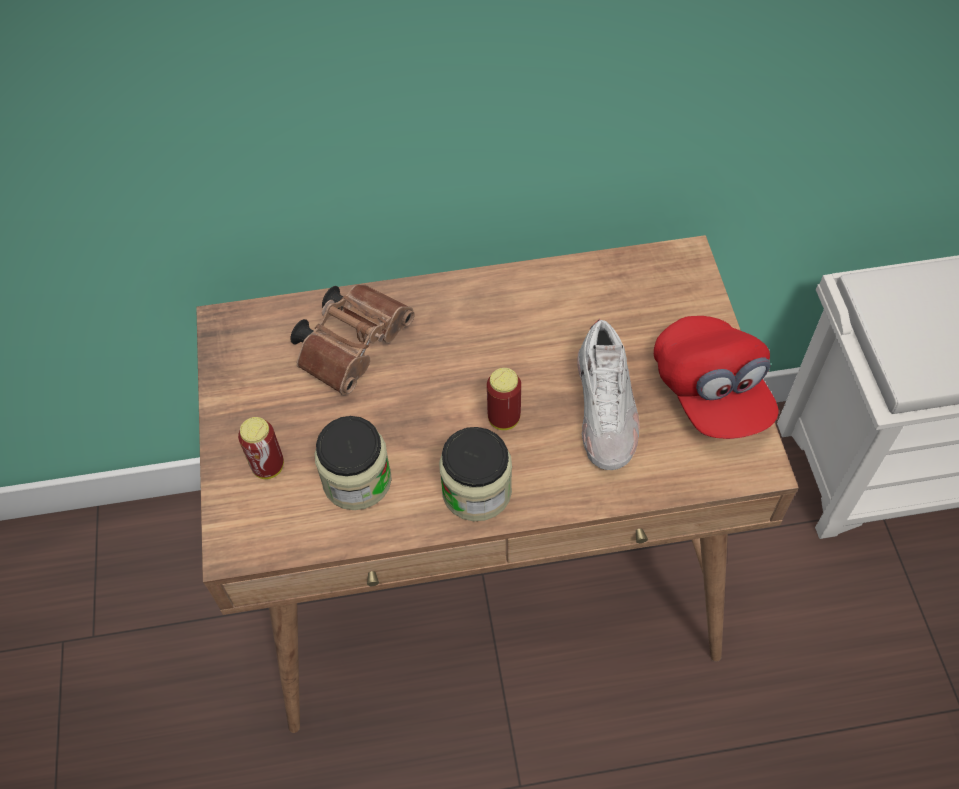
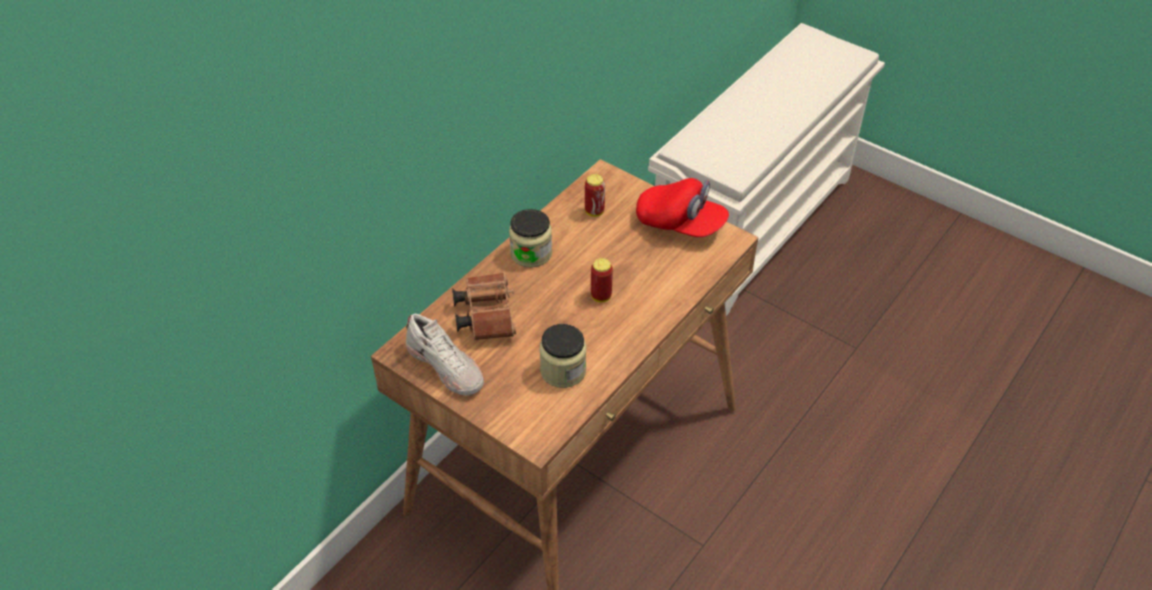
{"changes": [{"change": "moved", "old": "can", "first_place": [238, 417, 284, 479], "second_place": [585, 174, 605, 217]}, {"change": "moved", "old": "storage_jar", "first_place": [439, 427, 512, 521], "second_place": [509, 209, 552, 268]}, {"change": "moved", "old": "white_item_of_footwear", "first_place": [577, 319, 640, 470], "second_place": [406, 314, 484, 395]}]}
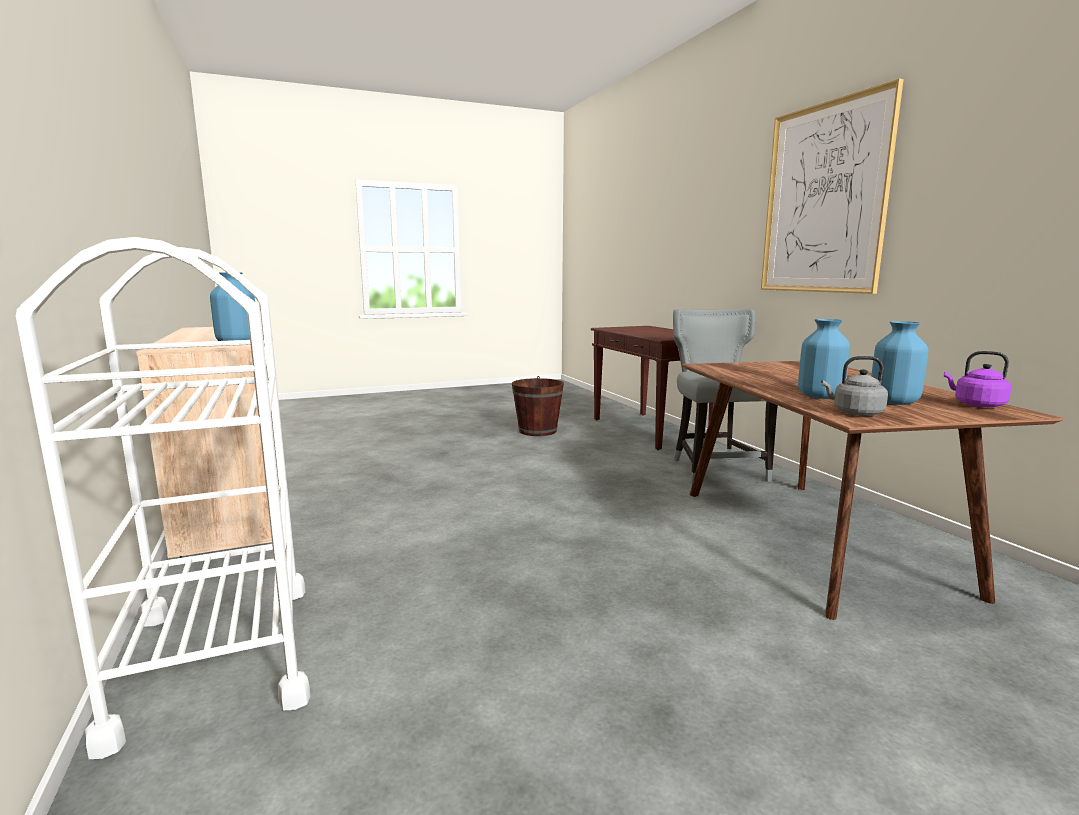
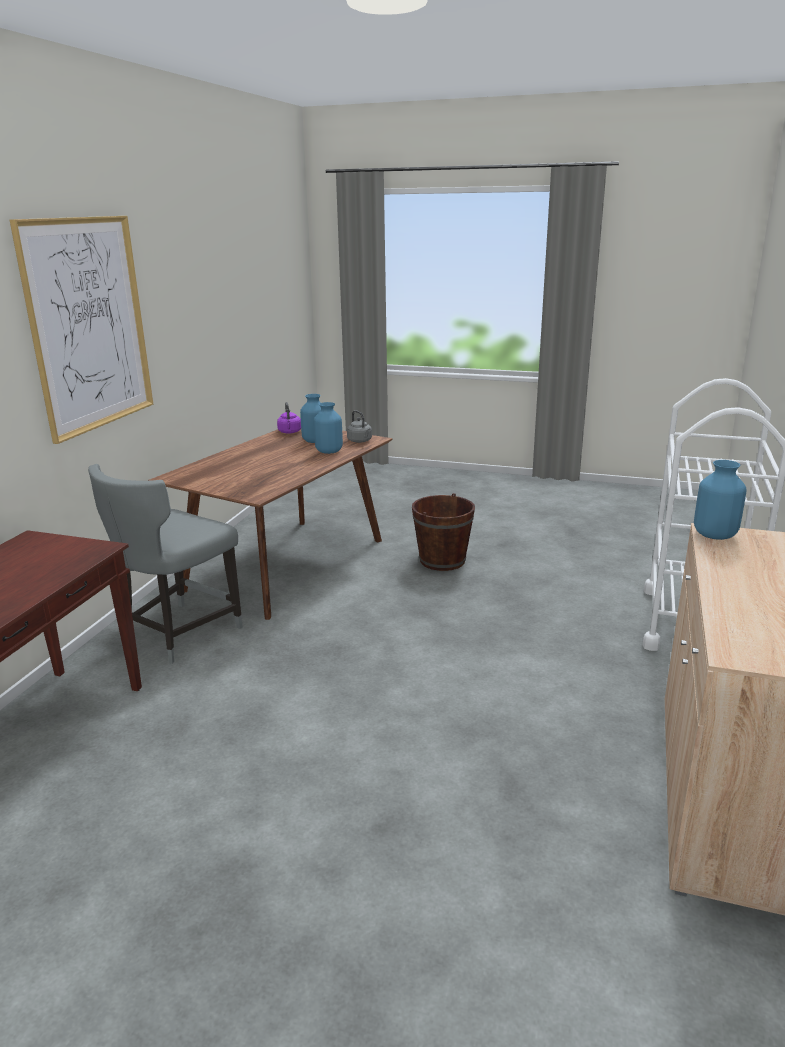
{"changes": [{"change": "moved", "old": "brown_bucket", "first_place": [512, 376, 564, 436], "second_place": [412, 493, 475, 571]}]}
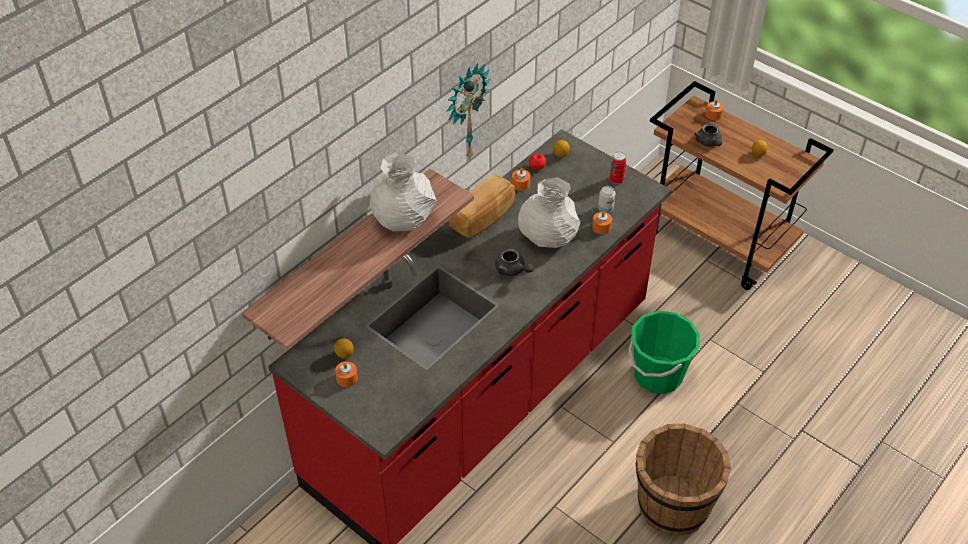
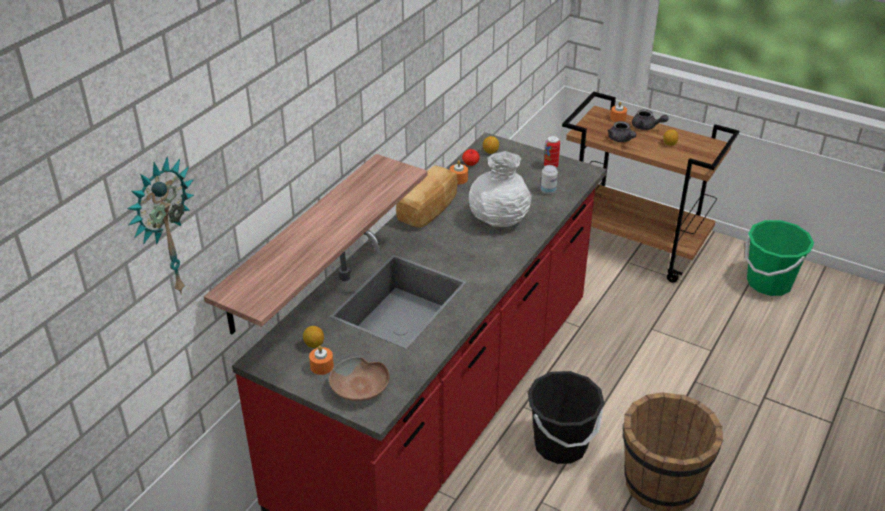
{"changes": [{"change": "removed", "old": "white_flower_vase", "first_place": [370, 152, 437, 231]}, {"change": "removed", "old": "orange_wax_candle", "first_place": [592, 211, 612, 234]}, {"change": "added", "new": "brown_serving_bowl", "second_place": [329, 357, 389, 401]}, {"change": "added", "new": "black-coloured_bucket", "second_place": [528, 371, 605, 464]}, {"change": "moved", "old": "wall_clock", "first_place": [447, 63, 491, 159], "second_place": [127, 156, 194, 295]}, {"change": "moved", "old": "grey_pot_for_tea", "first_place": [495, 248, 534, 276], "second_place": [632, 109, 668, 130]}, {"change": "moved", "old": "green-coloured_bucket", "first_place": [629, 311, 700, 394], "second_place": [745, 220, 814, 296]}]}
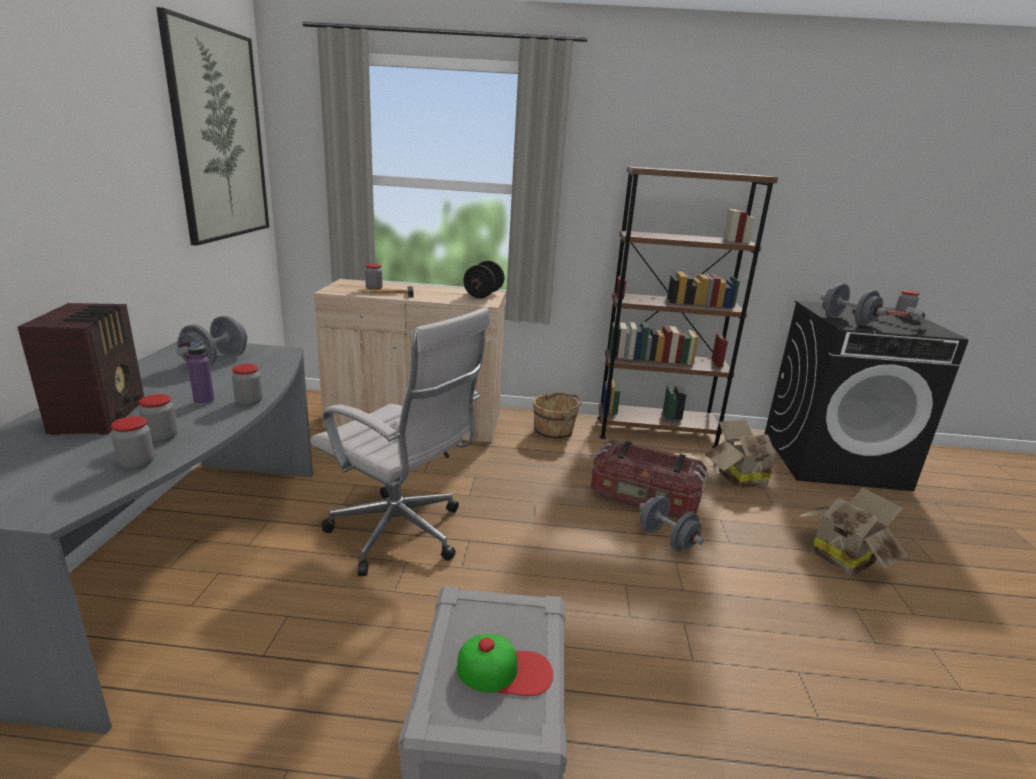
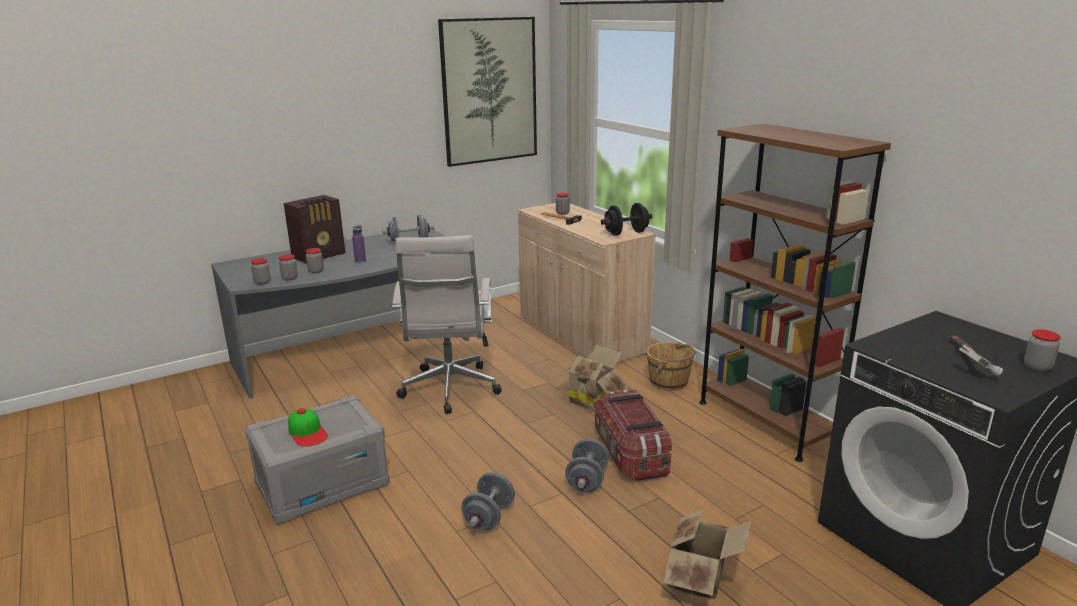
{"changes": [{"change": "moved", "old": "storage_jar", "first_place": [232, 364, 263, 406], "second_place": [251, 258, 271, 285]}, {"change": "moved", "old": "cardboard_box", "first_place": [705, 420, 788, 488], "second_place": [553, 345, 629, 411]}, {"change": "moved", "old": "grey_dumbbell", "first_place": [820, 283, 887, 326], "second_place": [461, 472, 515, 530]}]}
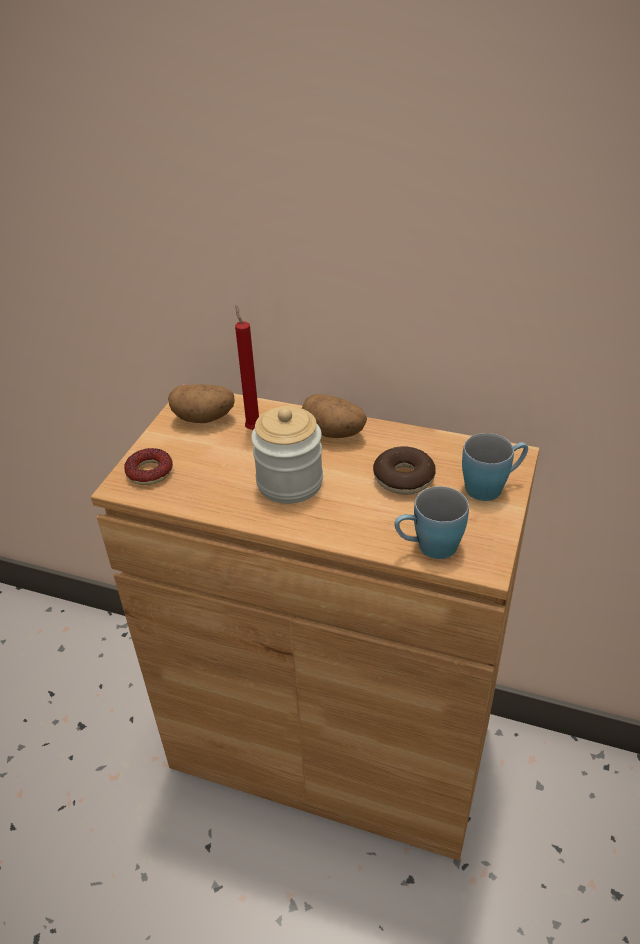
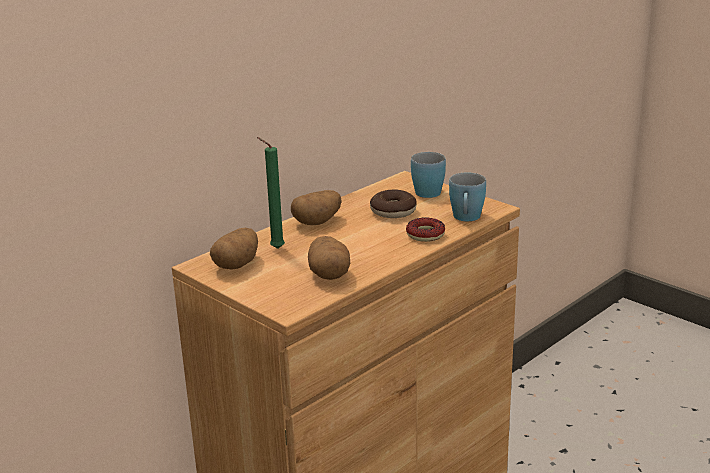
{"changes": [{"change": "removed", "old": "storage_jar", "first_place": [251, 406, 323, 504]}, {"change": "added", "new": "spud", "second_place": [308, 236, 350, 280]}, {"change": "moved", "old": "donut", "first_place": [124, 448, 173, 485], "second_place": [406, 217, 445, 242]}, {"change": "recoloured", "old": "red_wax_candle", "new": "green-coloured_wax_candle", "first_place": [235, 305, 259, 430], "second_place": [257, 137, 285, 249]}]}
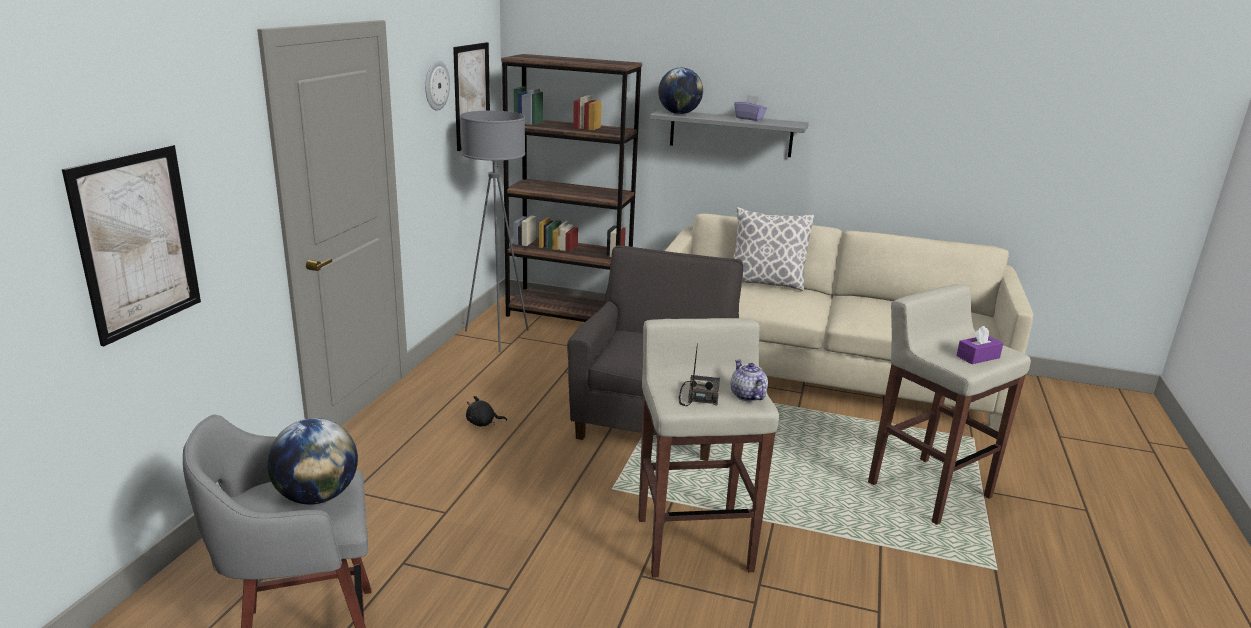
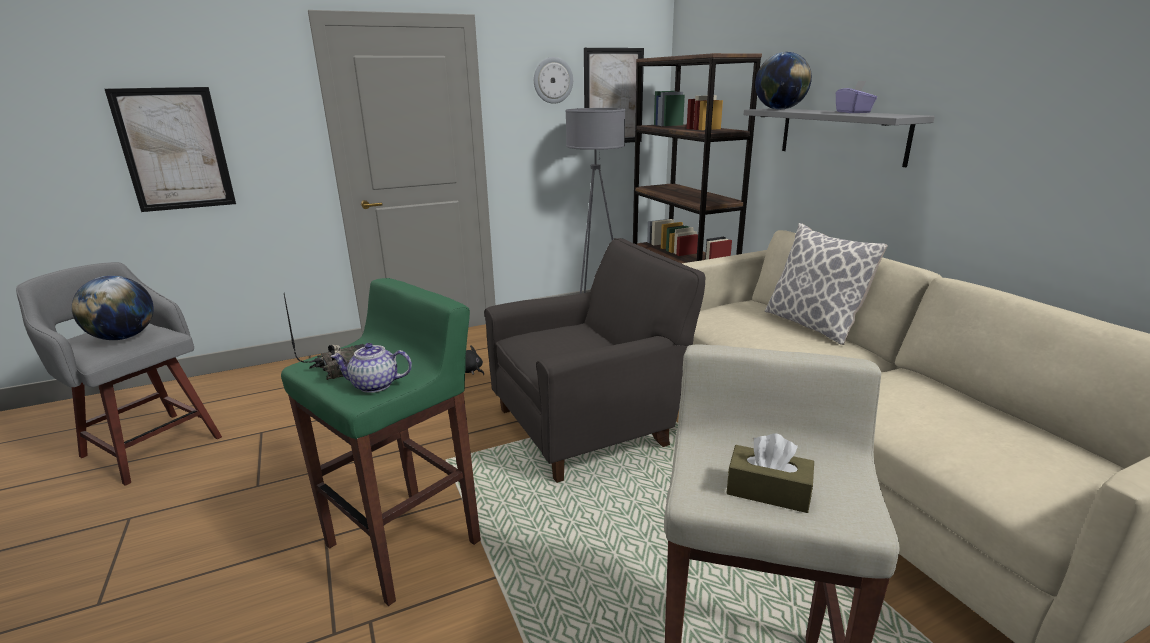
{"changes": [{"change": "recoloured", "old": "beige-coloured_stool_seat", "new": "green-coloured_stool_seat", "first_place": [638, 318, 779, 578], "second_place": [281, 278, 481, 606]}, {"change": "recoloured", "old": "purple-coloured_tissue_holder", "new": "brown_tissue_holder", "first_place": [956, 326, 1003, 364], "second_place": [726, 433, 814, 513]}, {"change": "turned", "old": "pot_for_tea", "first_place": [731, 359, 768, 401], "second_place": [330, 343, 412, 393], "degrees": -120}]}
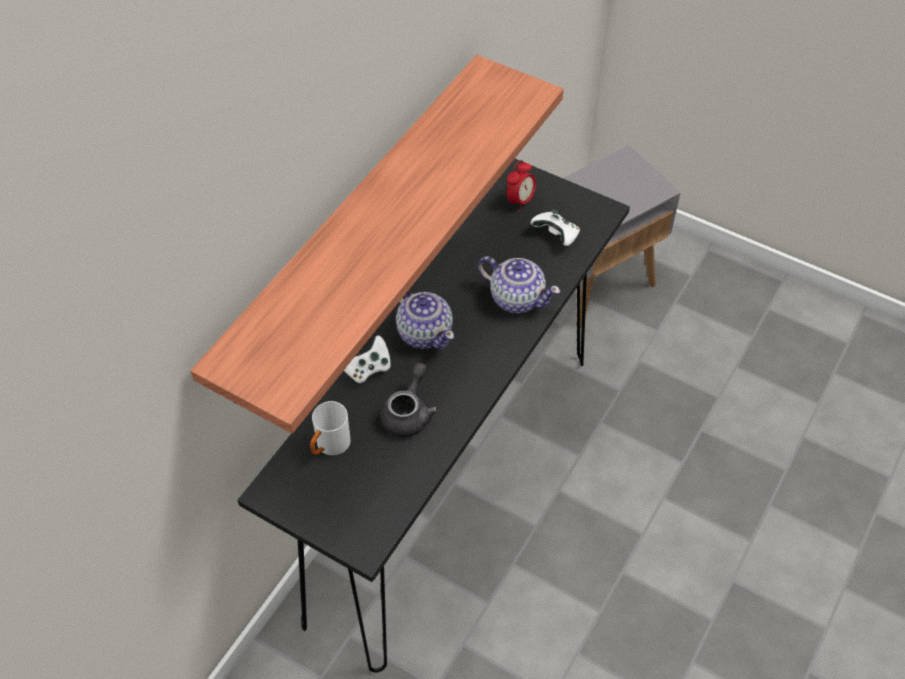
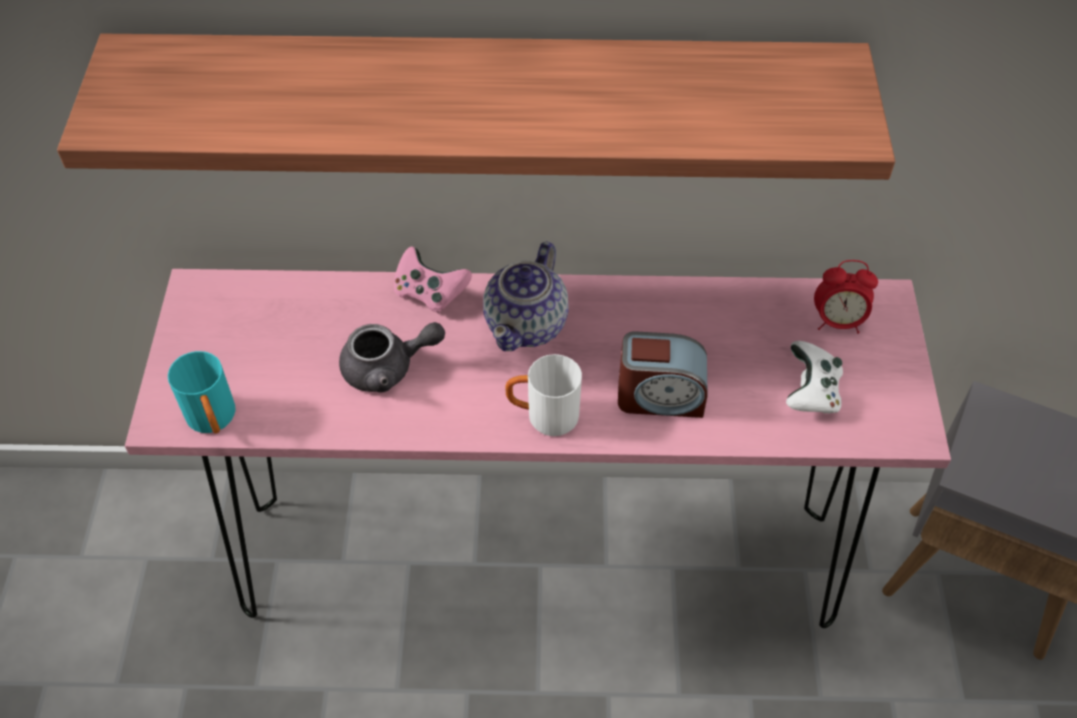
{"changes": [{"change": "added", "new": "turquoise_mug", "second_place": [168, 351, 236, 434]}, {"change": "moved", "old": "white_mug", "first_place": [310, 401, 350, 455], "second_place": [505, 354, 582, 436]}, {"change": "replaced", "old": "pot_for_tea", "new": "alarm_clock", "first_place": [478, 256, 560, 313], "second_place": [618, 331, 708, 418]}, {"change": "recoloured", "old": "black-coloured_console_table", "new": "pink-coloured_console_table", "first_place": [238, 159, 630, 673], "second_place": [125, 269, 951, 628]}, {"change": "recoloured", "old": "white_joypad", "new": "pink-coloured_joypad", "first_place": [344, 335, 391, 383], "second_place": [394, 246, 472, 314]}]}
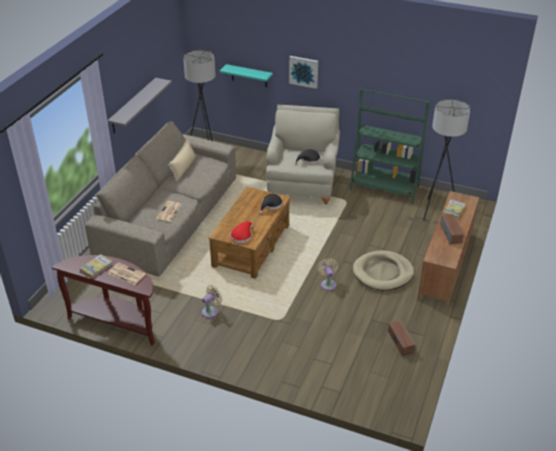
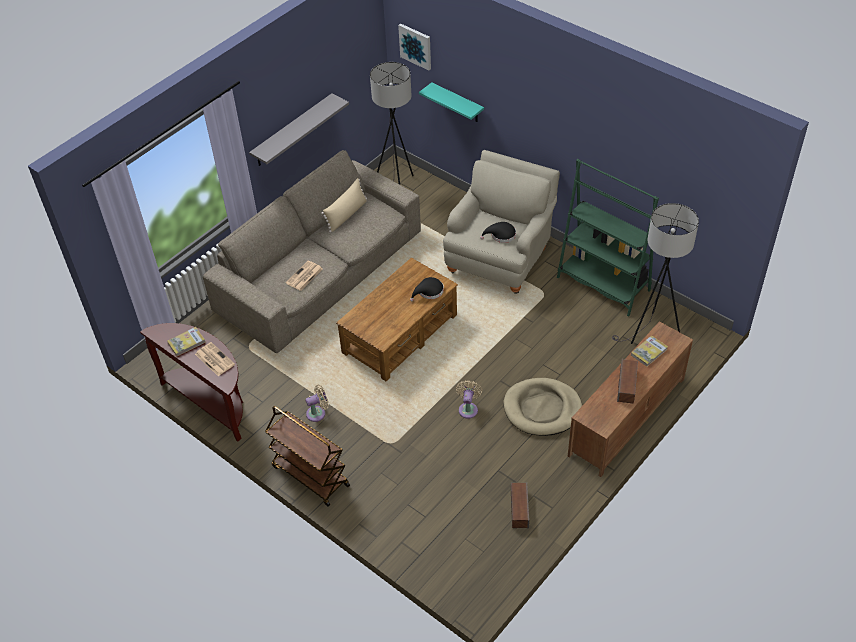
{"changes": [{"change": "removed", "old": "red_hat", "first_place": [230, 221, 253, 243]}, {"change": "added", "new": "brown_cart", "second_place": [265, 406, 350, 507]}, {"change": "moved", "old": "wall_picture", "first_place": [289, 56, 318, 89], "second_place": [398, 24, 431, 70]}]}
